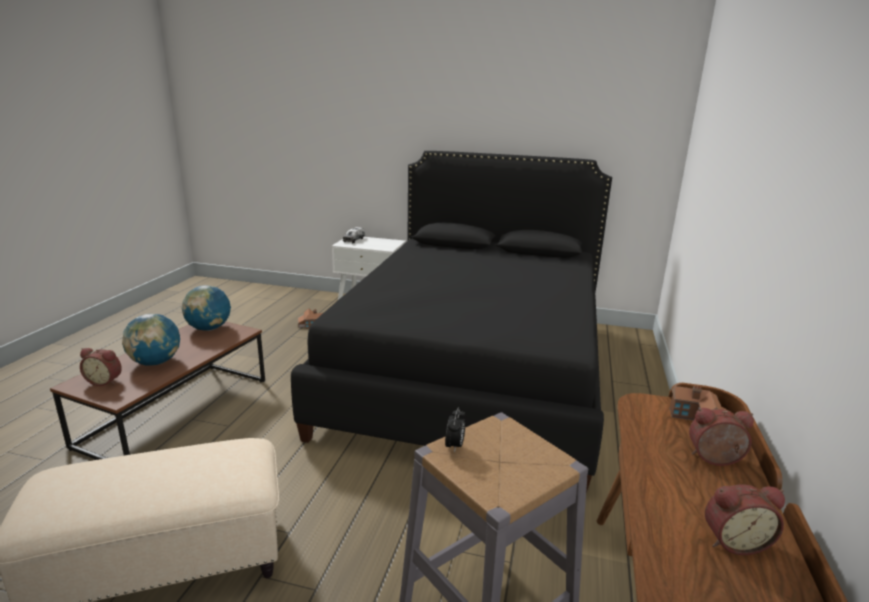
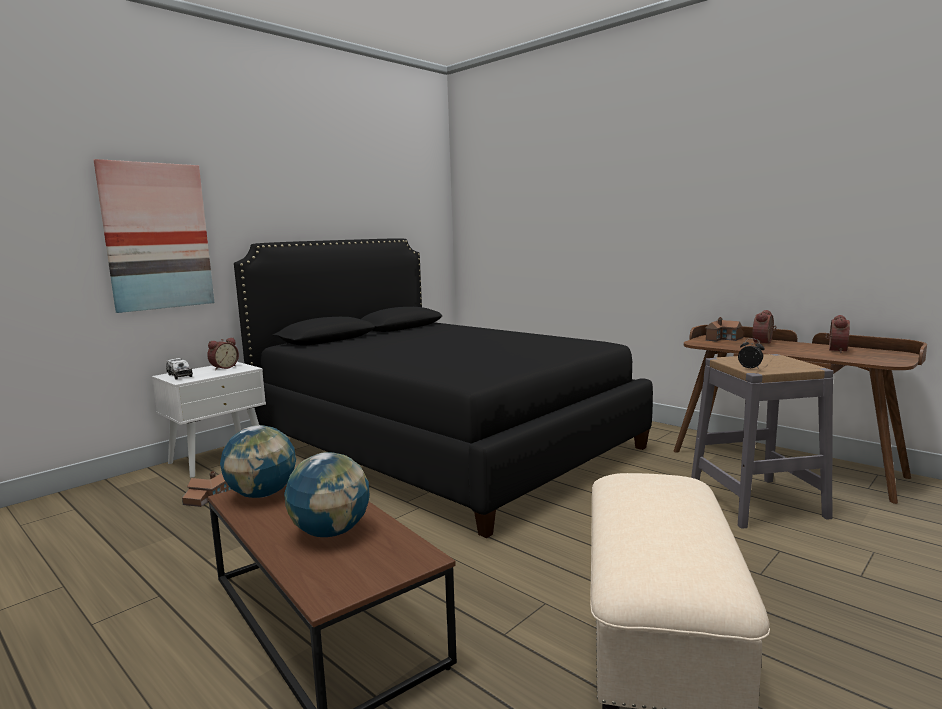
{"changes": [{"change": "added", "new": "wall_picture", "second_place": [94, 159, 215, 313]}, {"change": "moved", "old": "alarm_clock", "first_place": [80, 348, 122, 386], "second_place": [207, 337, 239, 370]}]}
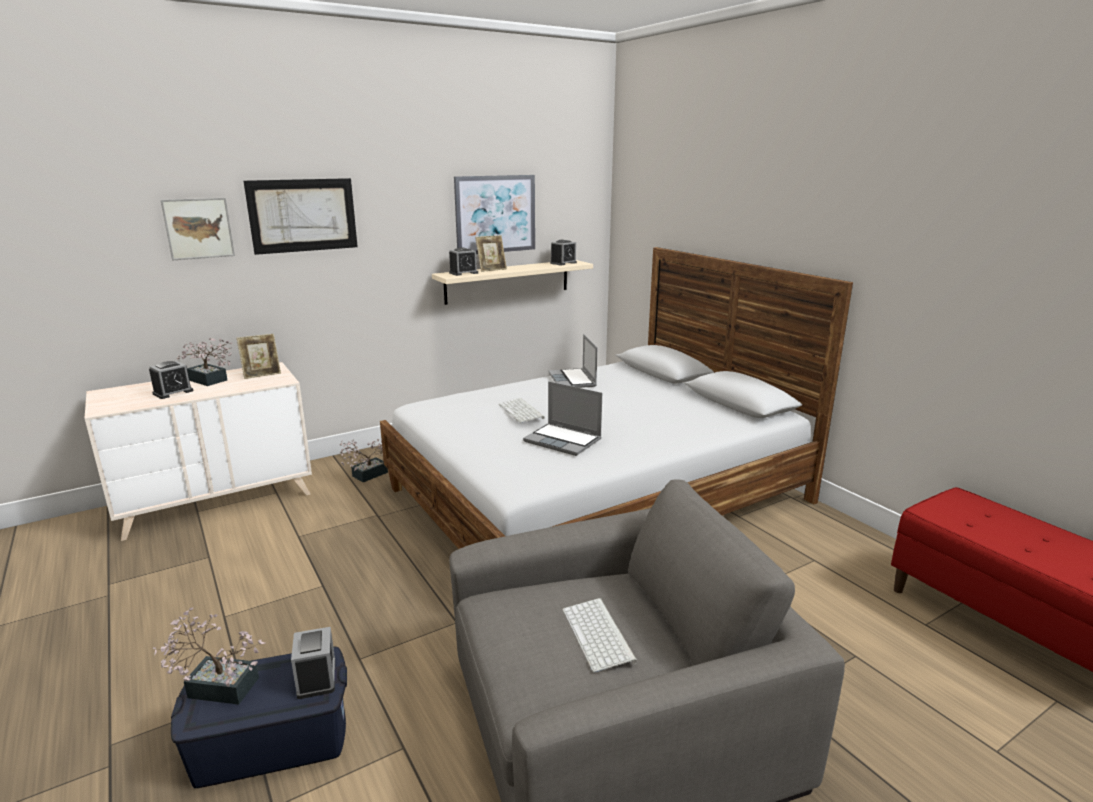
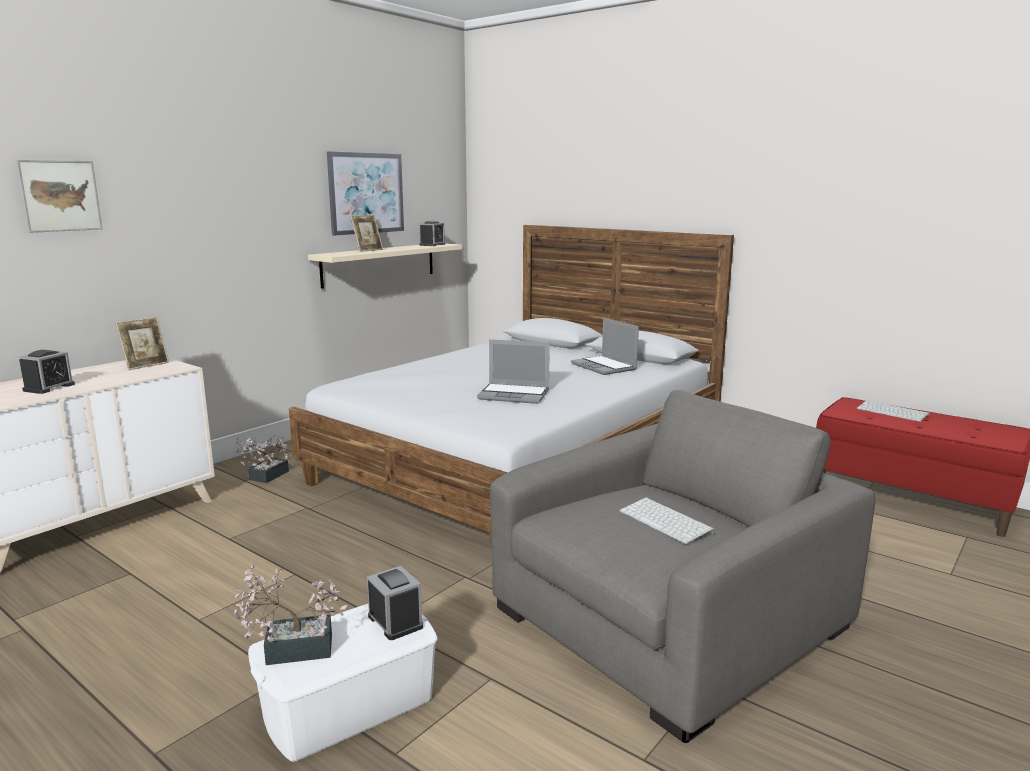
{"changes": [{"change": "removed", "old": "houseplant", "first_place": [177, 337, 233, 386]}, {"change": "removed", "old": "wall_picture", "first_place": [243, 178, 358, 255]}, {"change": "removed", "old": "alarm_clock", "first_place": [449, 247, 478, 276]}, {"change": "moved", "old": "computer_keyboard", "first_place": [499, 398, 545, 423], "second_place": [857, 400, 930, 422]}, {"change": "moved", "old": "laptop", "first_place": [548, 334, 597, 388], "second_place": [571, 318, 639, 375]}, {"change": "recoloured", "old": "bluish_storage_container", "new": "white_storage_container", "first_place": [171, 646, 347, 788], "second_place": [248, 604, 437, 762]}]}
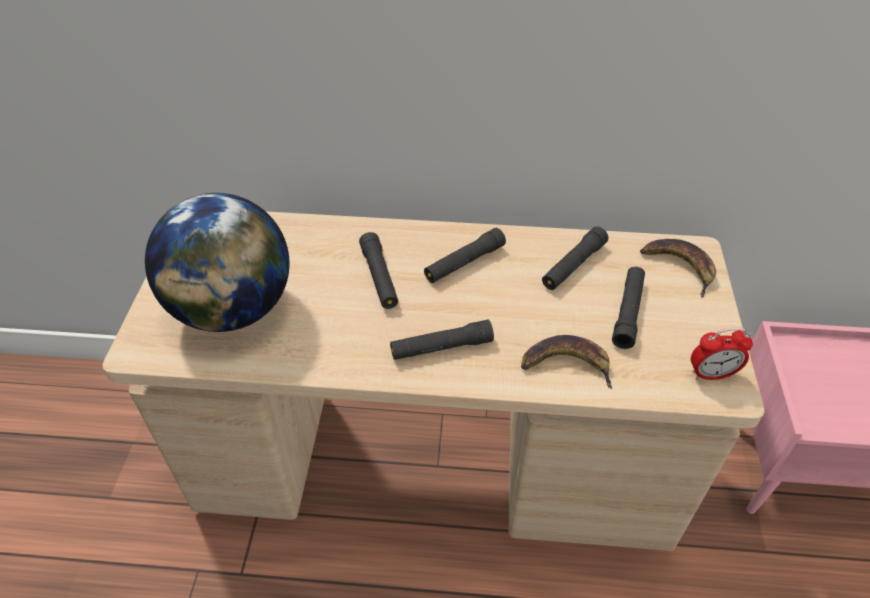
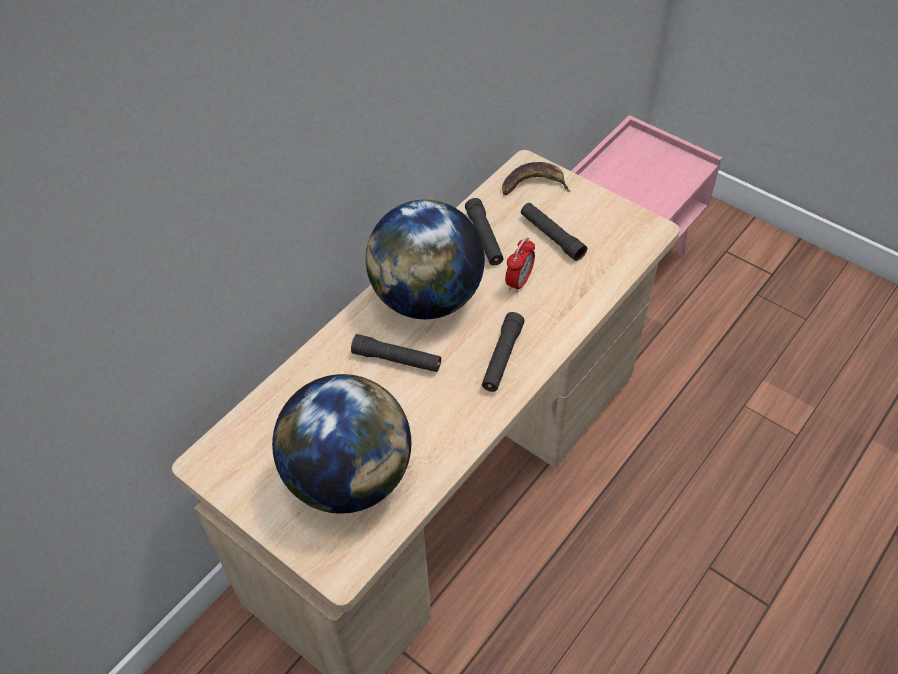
{"changes": [{"change": "removed", "old": "banana", "first_place": [521, 335, 612, 389]}, {"change": "moved", "old": "alarm_clock", "first_place": [691, 328, 753, 380], "second_place": [505, 237, 535, 293]}, {"change": "replaced", "old": "black-coloured_hand_torch", "new": "globe", "first_place": [424, 228, 506, 283], "second_place": [366, 200, 485, 319]}]}
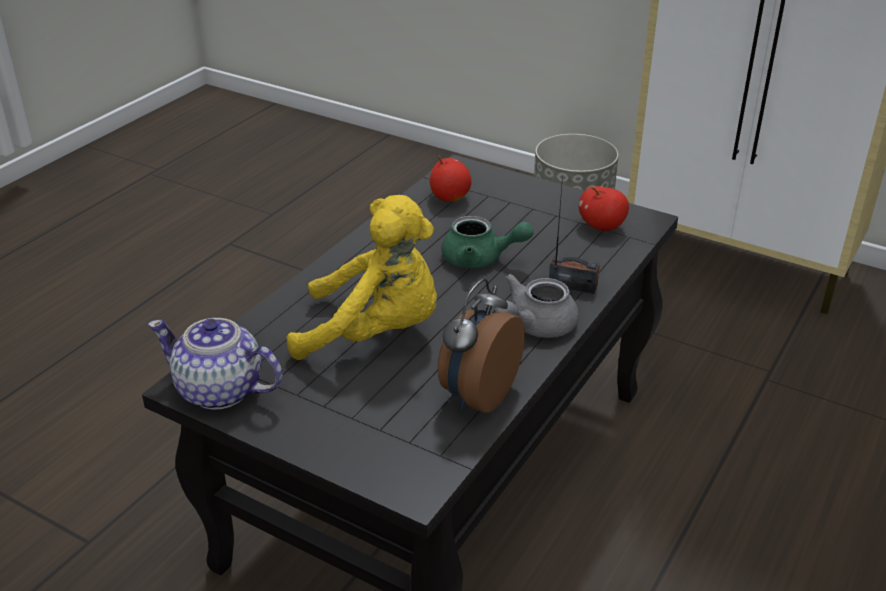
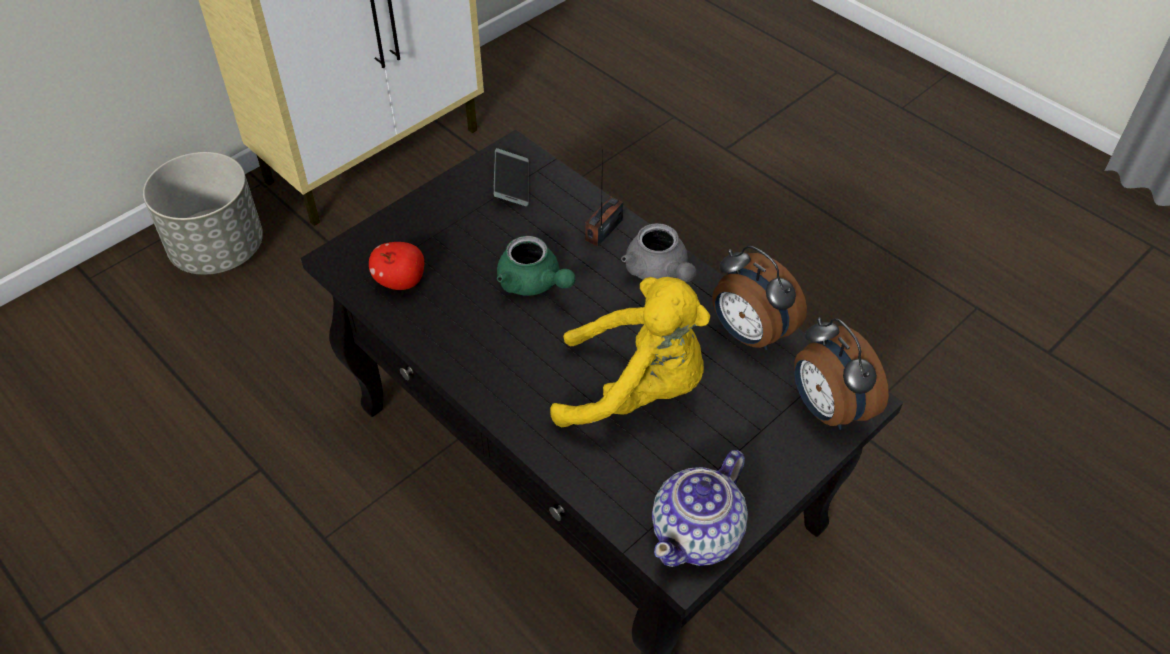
{"changes": [{"change": "added", "new": "alarm_clock", "second_place": [794, 317, 889, 430]}, {"change": "replaced", "old": "apple", "new": "handset", "first_place": [579, 186, 629, 231], "second_place": [493, 148, 529, 206]}, {"change": "turned", "old": "yellow-coloured_plush_toy", "first_place": [287, 195, 437, 360], "second_place": [550, 277, 710, 428], "degrees": 75}, {"change": "turned", "old": "green-coloured_pot_for_tea", "first_place": [441, 216, 534, 268], "second_place": [497, 236, 576, 296], "degrees": 105}]}
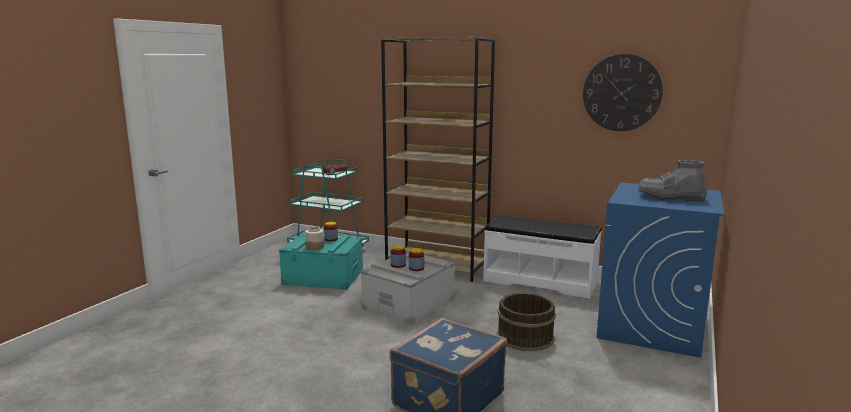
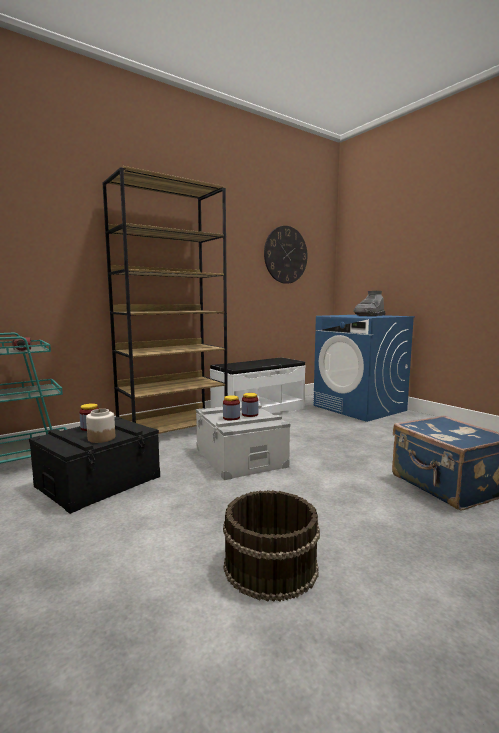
{"changes": [{"change": "moved", "old": "brown_bucket", "first_place": [497, 293, 556, 351], "second_place": [223, 490, 320, 602]}, {"change": "recoloured", "old": "turquoise_storage_container", "new": "black-coloured_storage_container", "first_place": [279, 234, 363, 290], "second_place": [29, 417, 160, 514]}]}
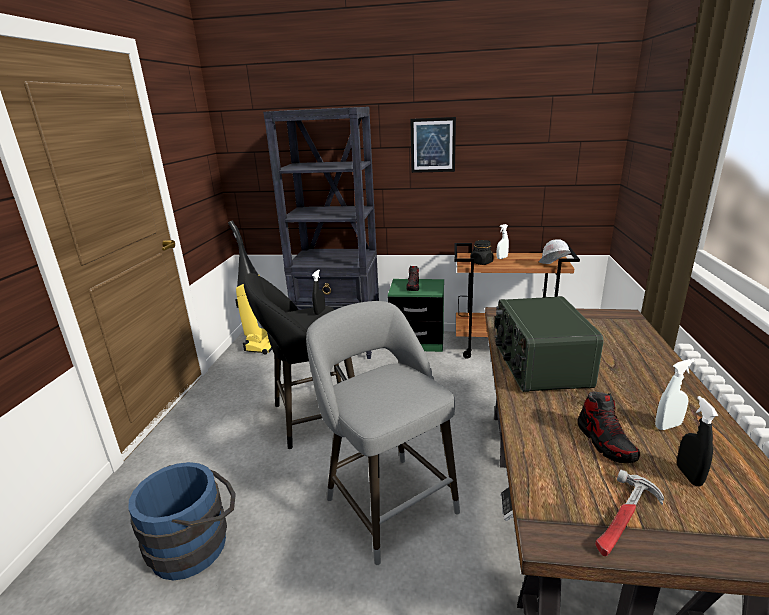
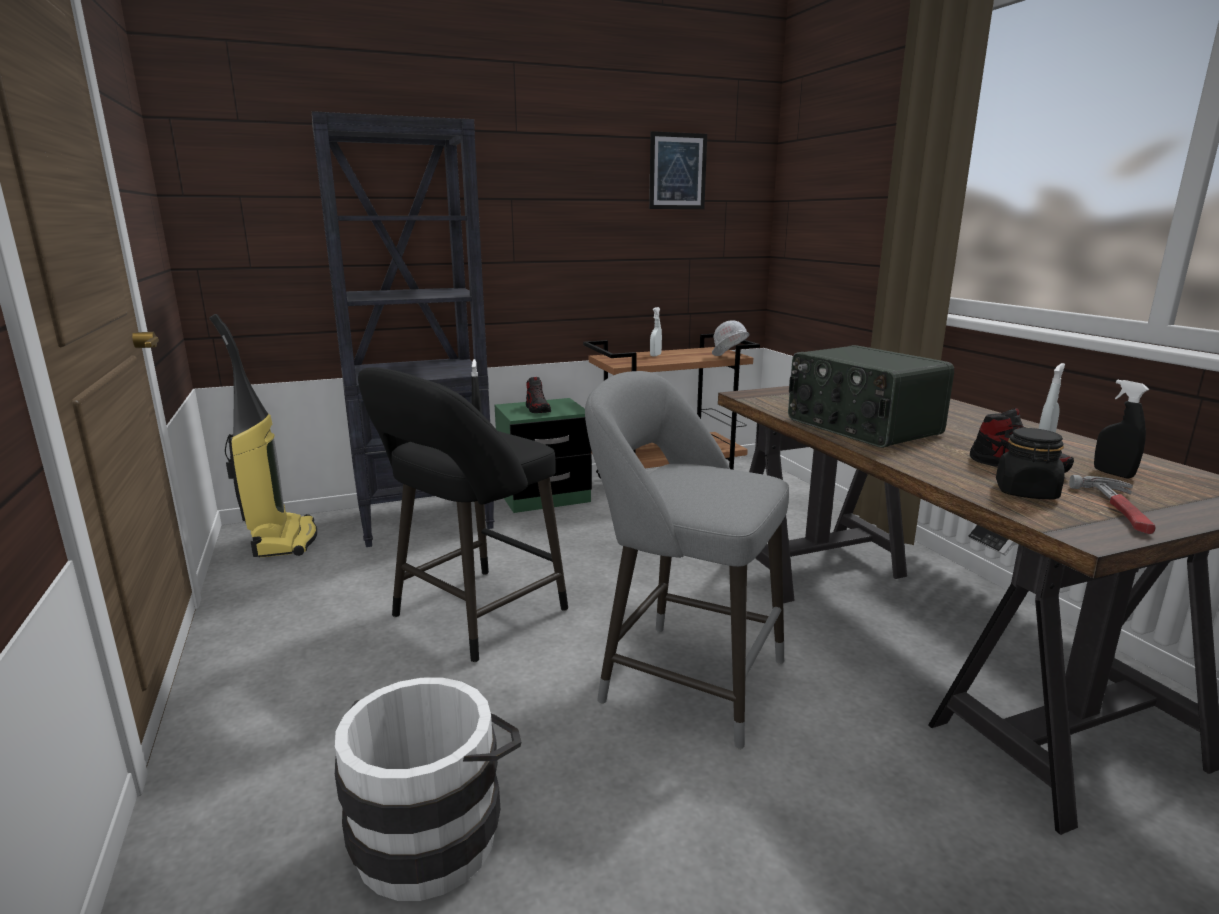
{"changes": [{"change": "moved", "old": "wall_picture", "first_place": [410, 117, 456, 173], "second_place": [649, 131, 707, 209]}, {"change": "moved", "old": "black-coloured_storage_jar", "first_place": [471, 240, 494, 265], "second_place": [996, 428, 1064, 499]}, {"change": "recoloured", "old": "bluish_bucket", "new": "white_bucket", "first_place": [128, 462, 236, 580], "second_place": [335, 678, 521, 901]}]}
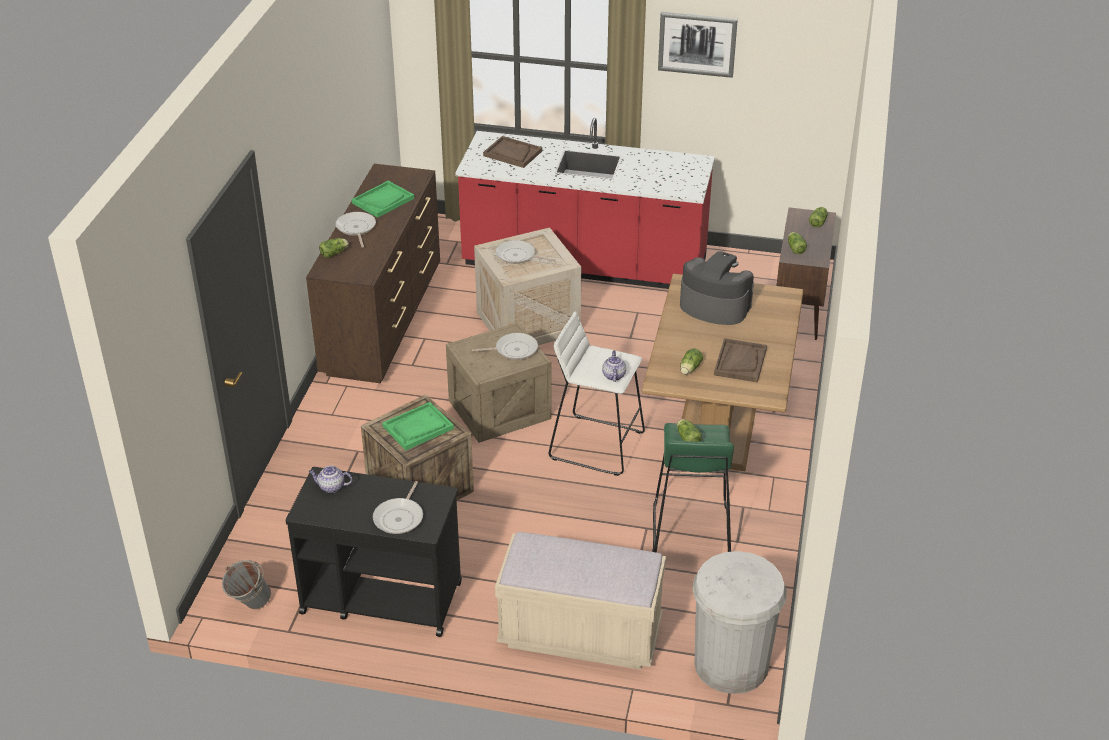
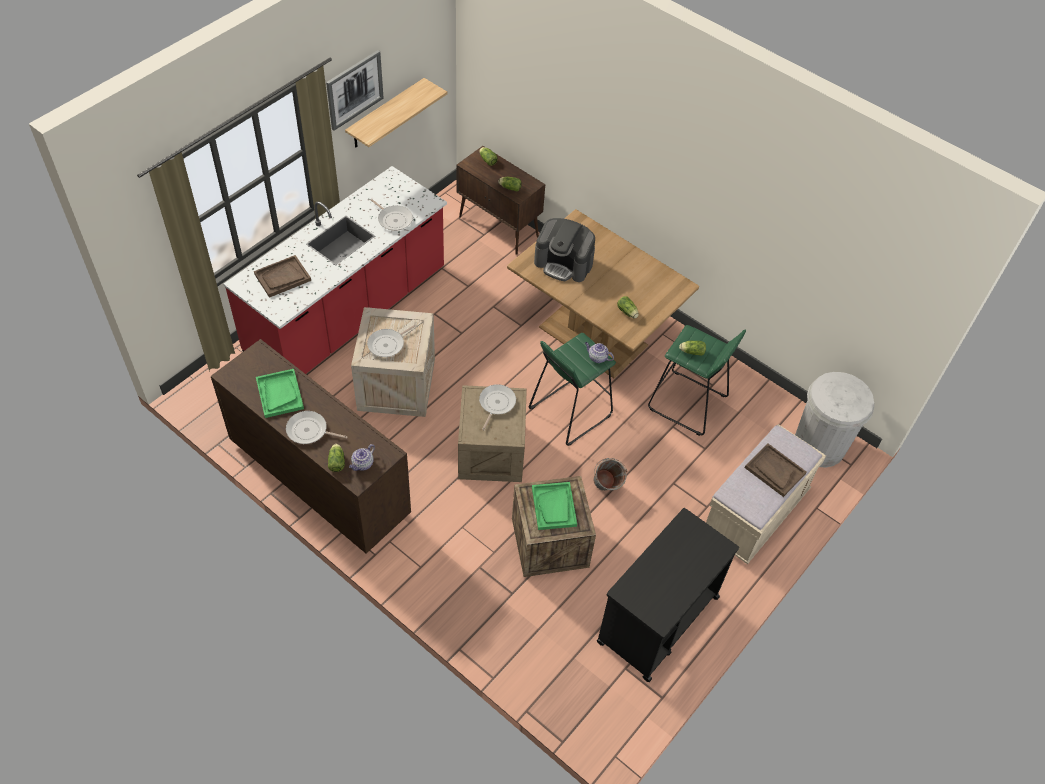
{"changes": [{"change": "added", "new": "wall_shelf", "second_place": [345, 78, 448, 147]}, {"change": "moved", "old": "grey_bucket", "first_place": [222, 560, 271, 609], "second_place": [593, 458, 627, 491]}, {"change": "moved", "old": "pot_for_tea", "first_place": [309, 466, 352, 493], "second_place": [349, 444, 375, 471]}, {"change": "moved", "old": "pan", "first_place": [373, 481, 423, 534], "second_place": [371, 199, 413, 231]}, {"change": "moved", "old": "brown_carrying_tray", "first_place": [714, 338, 767, 383], "second_place": [745, 444, 806, 497]}, {"change": "recoloured", "old": "white_stool_seat", "new": "green-coloured_stool_seat", "first_place": [549, 312, 645, 476], "second_place": [529, 333, 616, 446]}, {"change": "turned", "old": "coffee_maker", "first_place": [680, 251, 754, 325], "second_place": [534, 218, 595, 282], "degrees": -120}]}
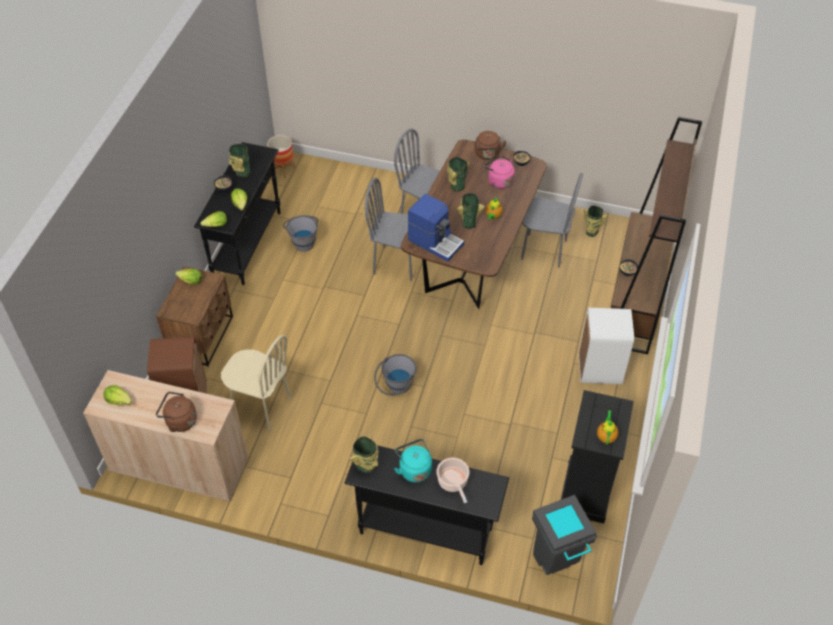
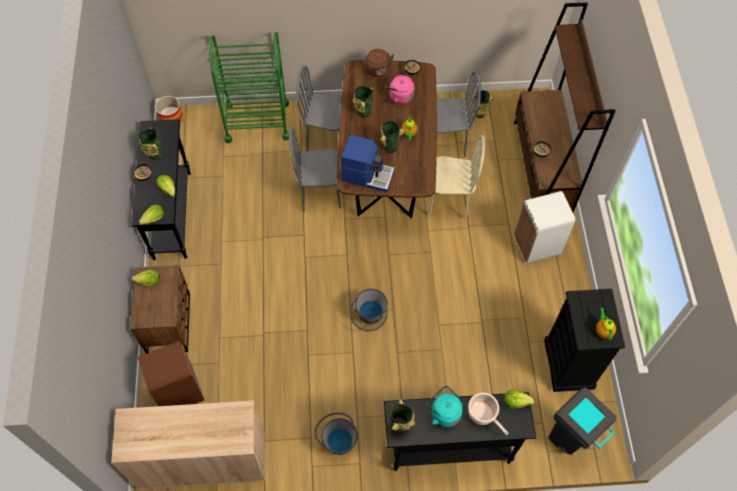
{"changes": [{"change": "removed", "old": "brown_kettle", "first_place": [156, 392, 197, 432]}, {"change": "added", "new": "green-coloured_cart", "second_place": [209, 32, 289, 143]}, {"change": "moved", "old": "head_of_lettuce", "first_place": [103, 385, 132, 405], "second_place": [504, 389, 534, 409]}, {"change": "moved", "old": "beige-coloured_plain_chair", "first_place": [221, 335, 291, 430], "second_place": [428, 135, 485, 220]}, {"change": "moved", "old": "grey_bucket", "first_place": [283, 215, 318, 252], "second_place": [315, 412, 358, 455]}]}
